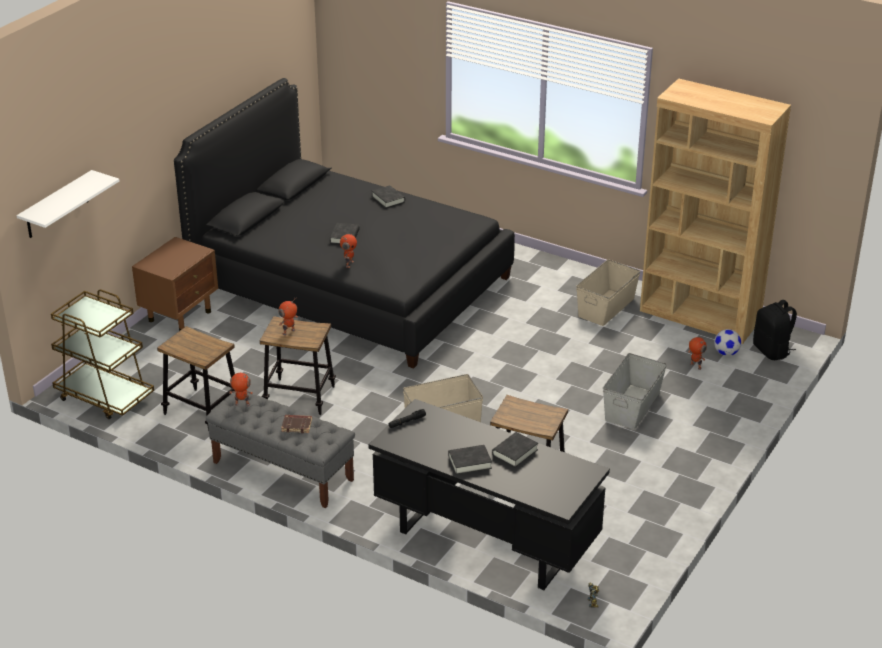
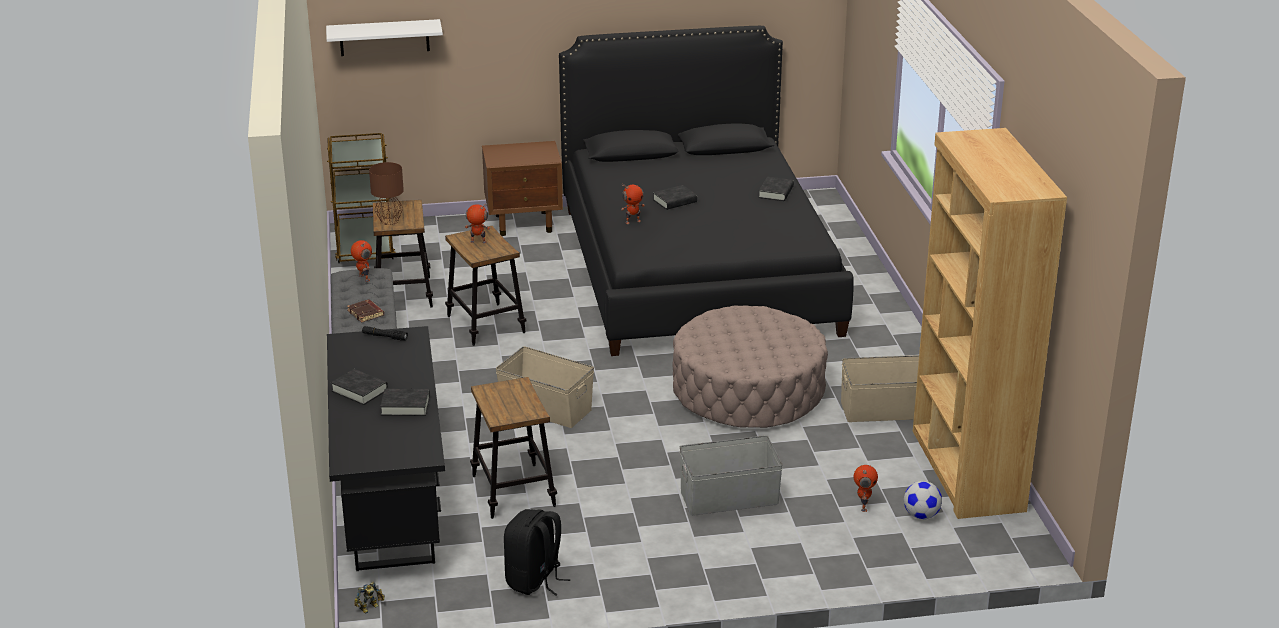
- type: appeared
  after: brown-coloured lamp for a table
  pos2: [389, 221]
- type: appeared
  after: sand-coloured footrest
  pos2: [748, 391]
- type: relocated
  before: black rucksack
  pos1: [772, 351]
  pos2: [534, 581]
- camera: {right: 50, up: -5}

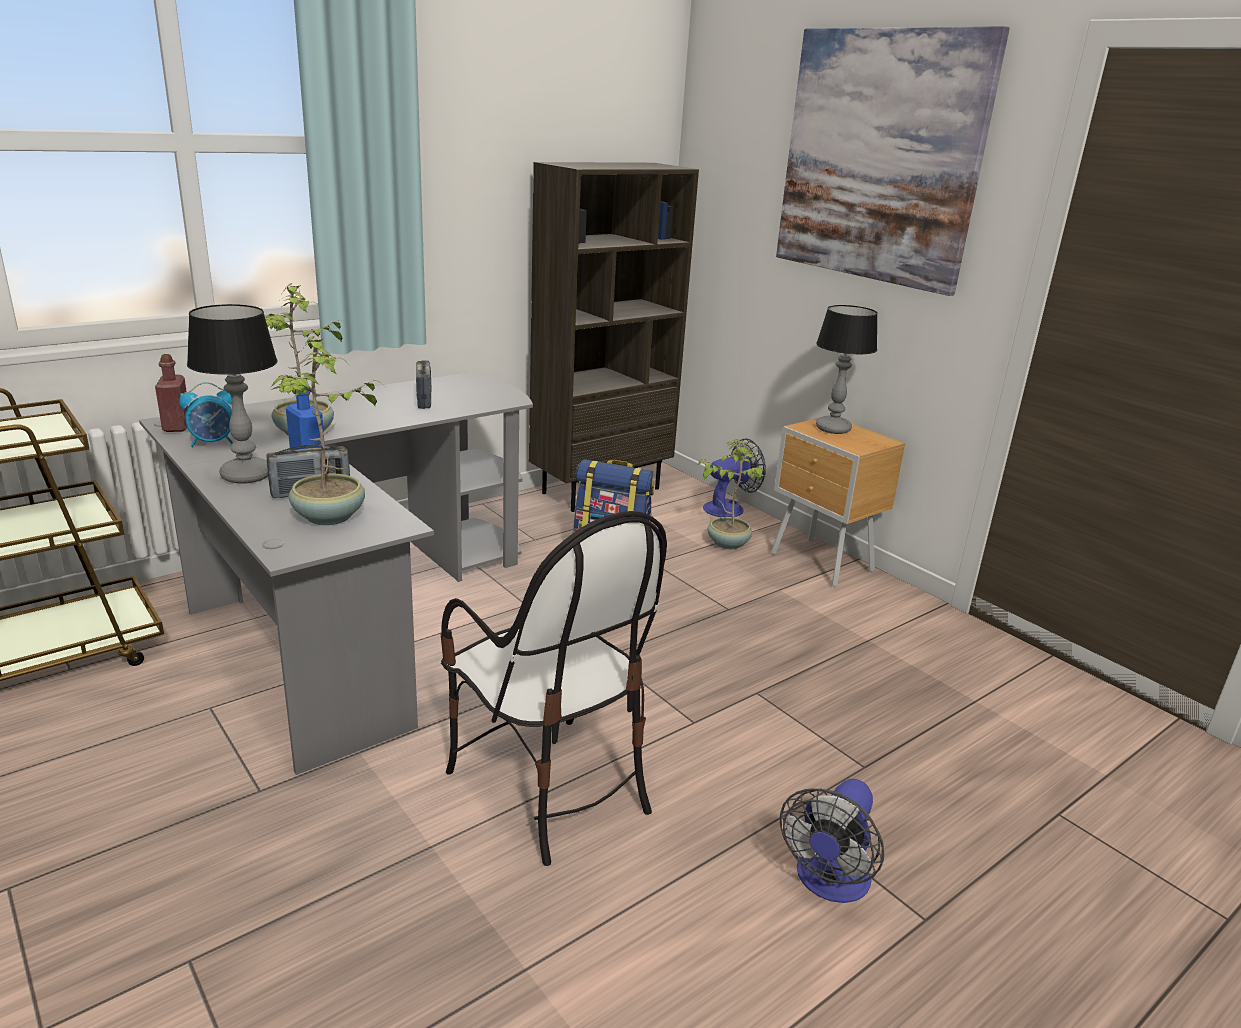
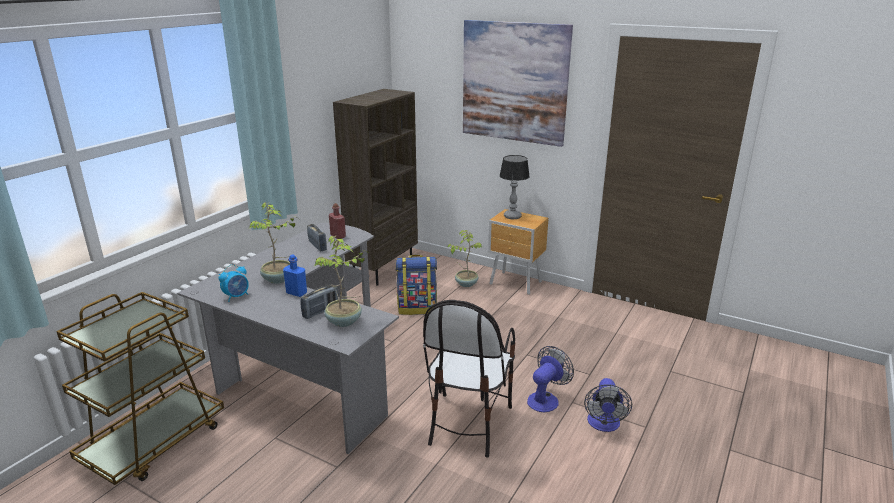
- type: missing
  before: lamp for a table
  pos1: [245, 476]
- type: relocated
  before: red-coloured drink bottle
  pos1: [176, 426]
  pos2: [338, 236]
- type: relocated
  before: fan
  pos1: [729, 508]
  pos2: [546, 399]
- type: spun
  before: chair
  pos1: [549, 787]
  pos2: [467, 423]
  turn: 75
- camera: {right: -20, up: 0}

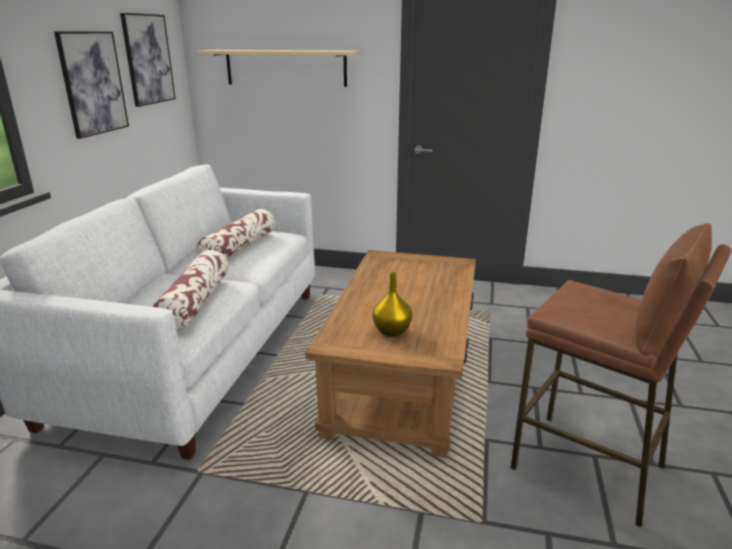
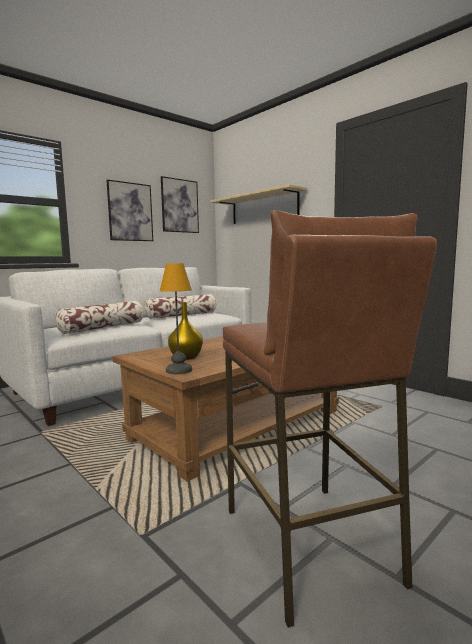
- type: appeared
  after: lamp for a table
  pos2: [179, 370]
- camera: {right: 35, up: -15}

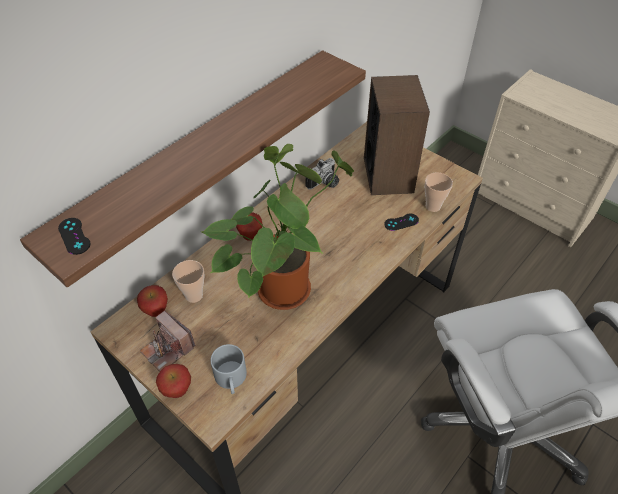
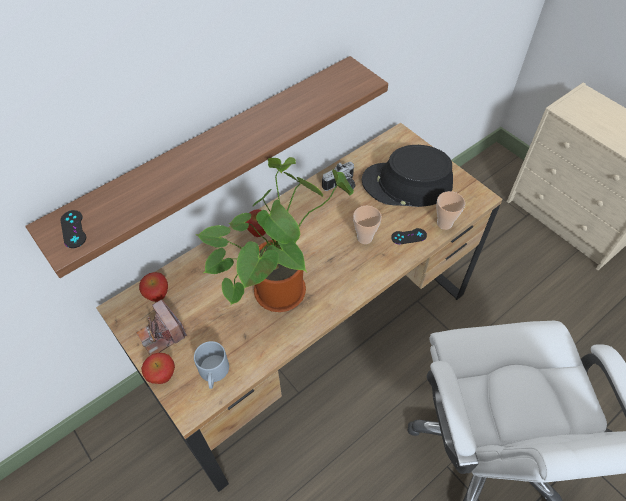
- type: relocated
  before: small cup
  pos1: [194, 295]
  pos2: [364, 238]
- type: exchanged
  before: loudspeaker
  after: black clothing hat
  pos1: [388, 174]
  pos2: [407, 184]
- camera: {right: 10, up: 5}

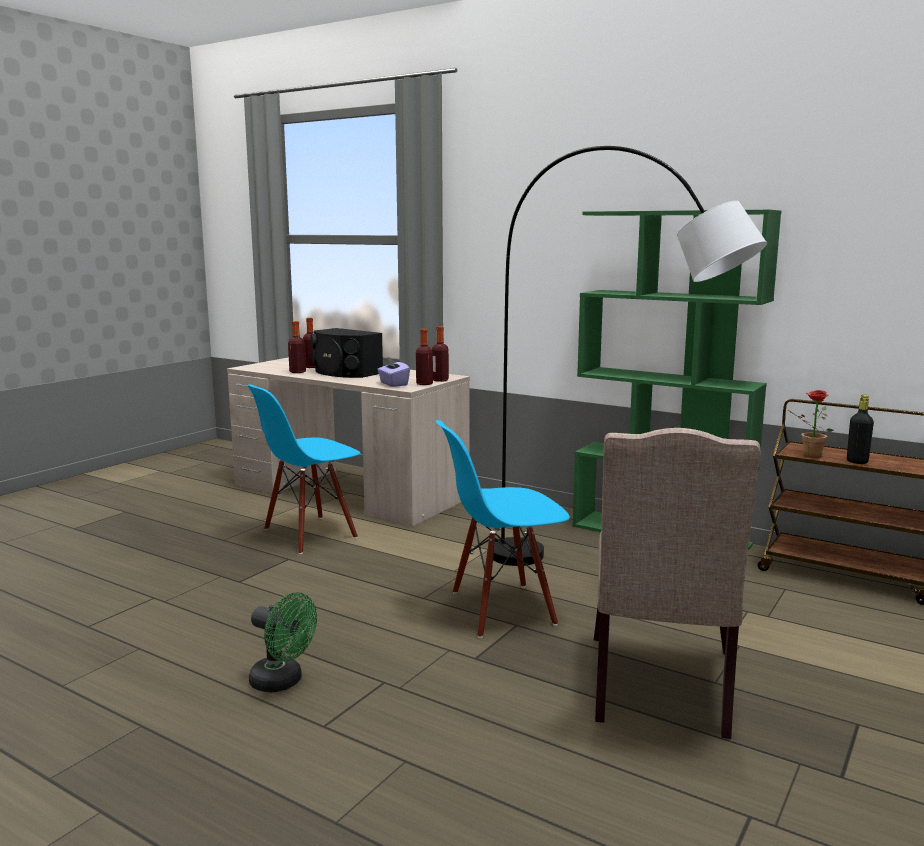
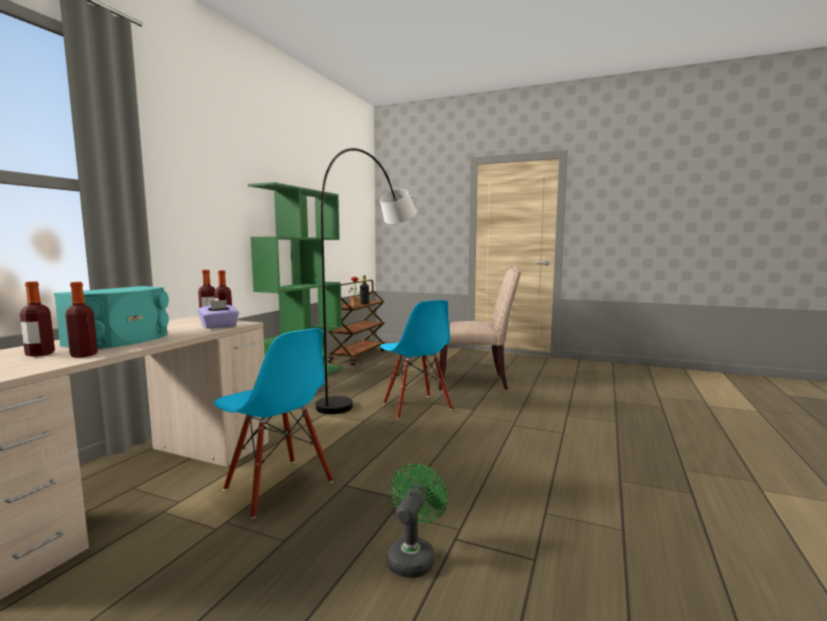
- type: relocated
  before: green-coloured fan
  pos1: [283, 682]
  pos2: [413, 556]
- type: colour
  before: black loudspeaker
  after: turquoise loudspeaker
  pos1: [344, 372]
  pos2: [120, 340]
- camera: {right: -100, up: -5}

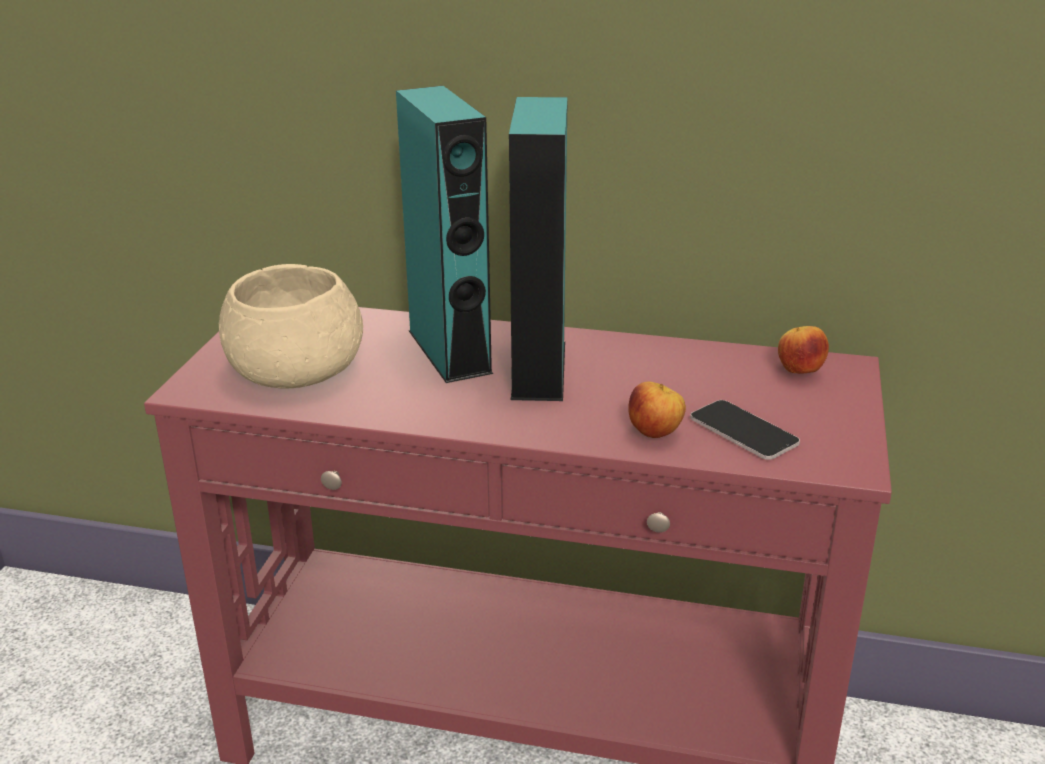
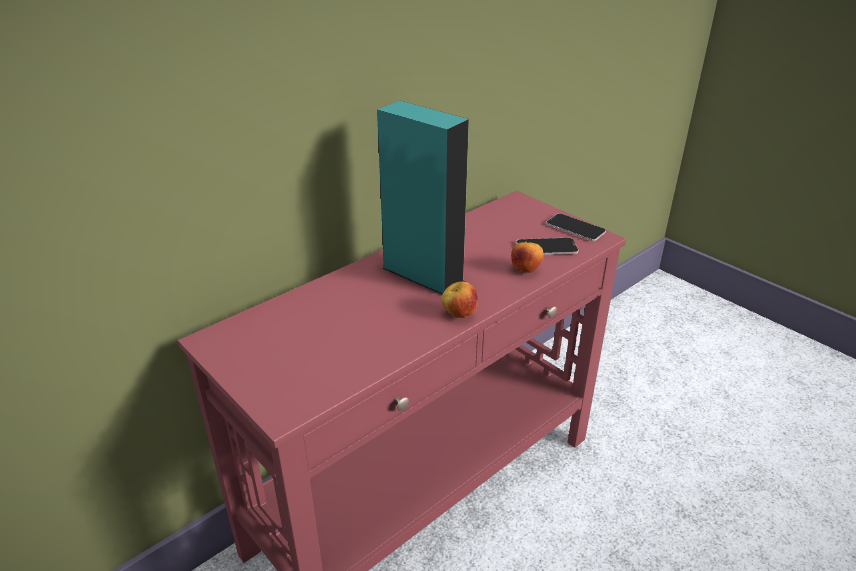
- type: missing
  before: sand-coloured deep dish
  pos1: [297, 371]
- type: missing
  before: turquoise loudspeaker
  pos1: [449, 351]
- type: appeared
  after: phone
  pos2: [575, 228]
- type: relocated
  before: whole apple
  pos1: [799, 372]
  pos2: [459, 314]
- camera: {right: -55, up: 5}

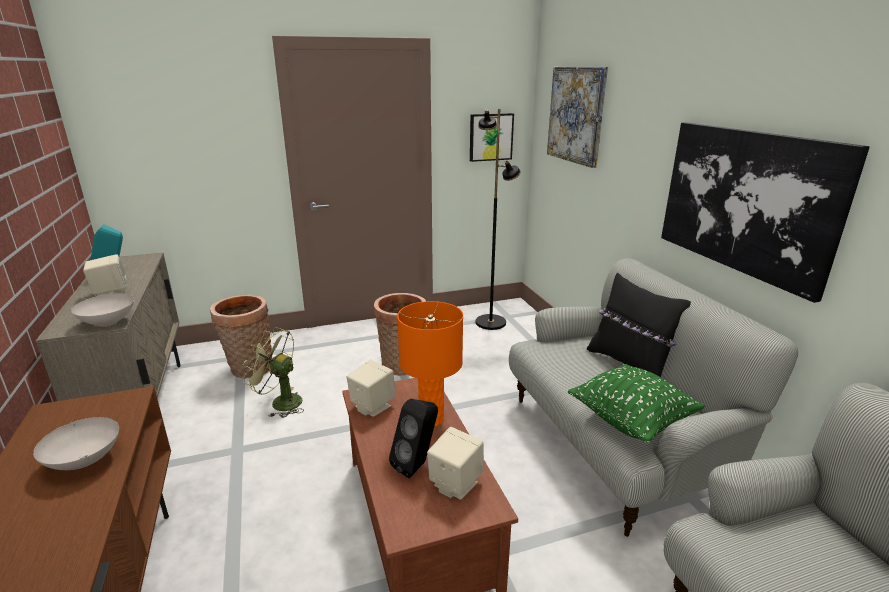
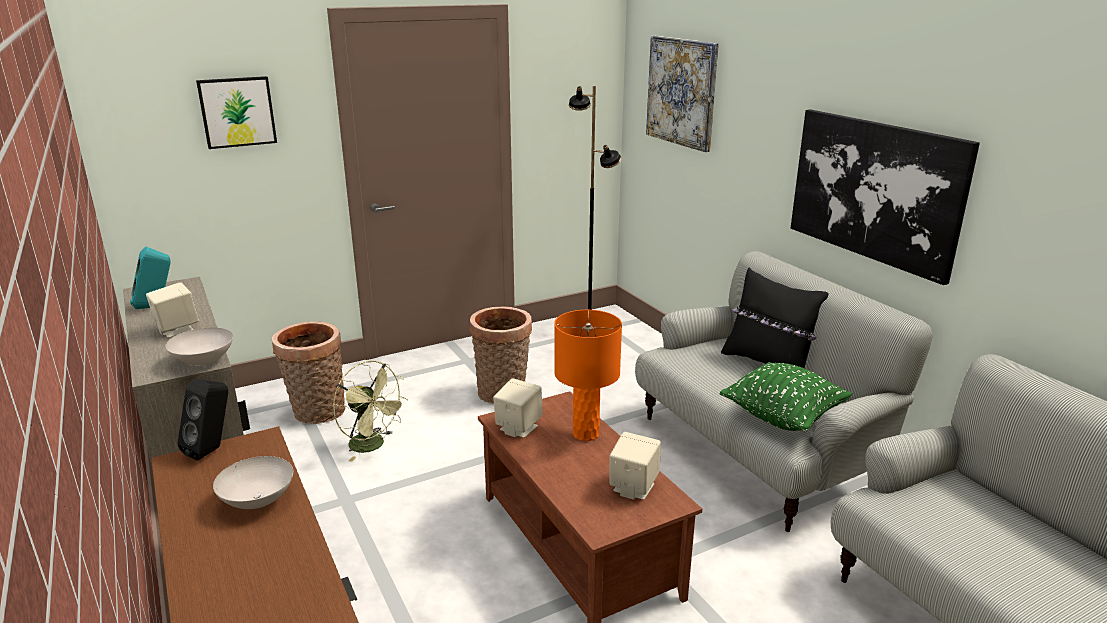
- type: relocated
  before: black loudspeaker
  pos1: [417, 465]
  pos2: [212, 450]
- type: relocated
  before: wall picture
  pos1: [490, 137]
  pos2: [237, 112]
- type: spun
  before: green-coloured fan
  pos1: [280, 402]
  pos2: [373, 446]
  turn: -150
- camera: {right: -10, up: 0}

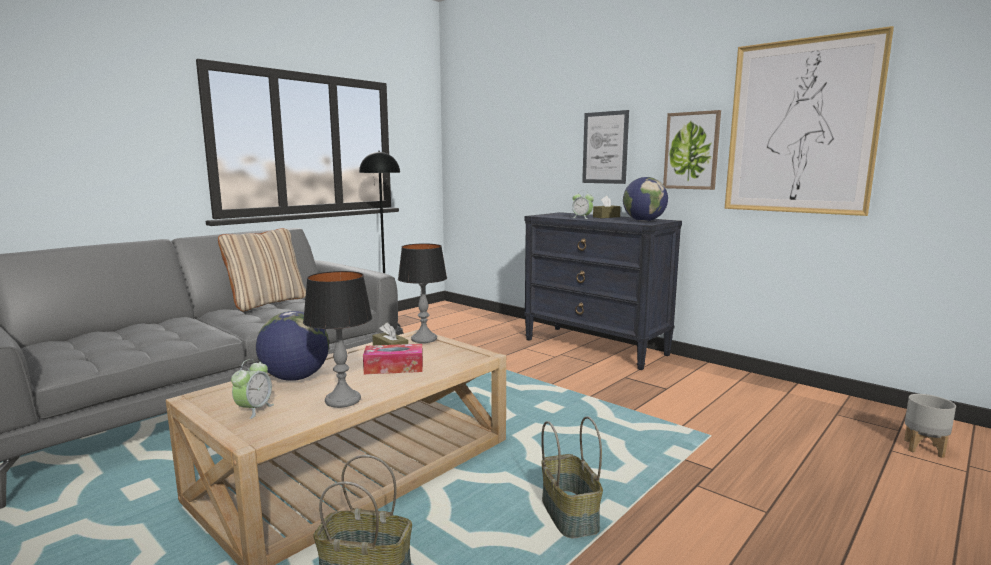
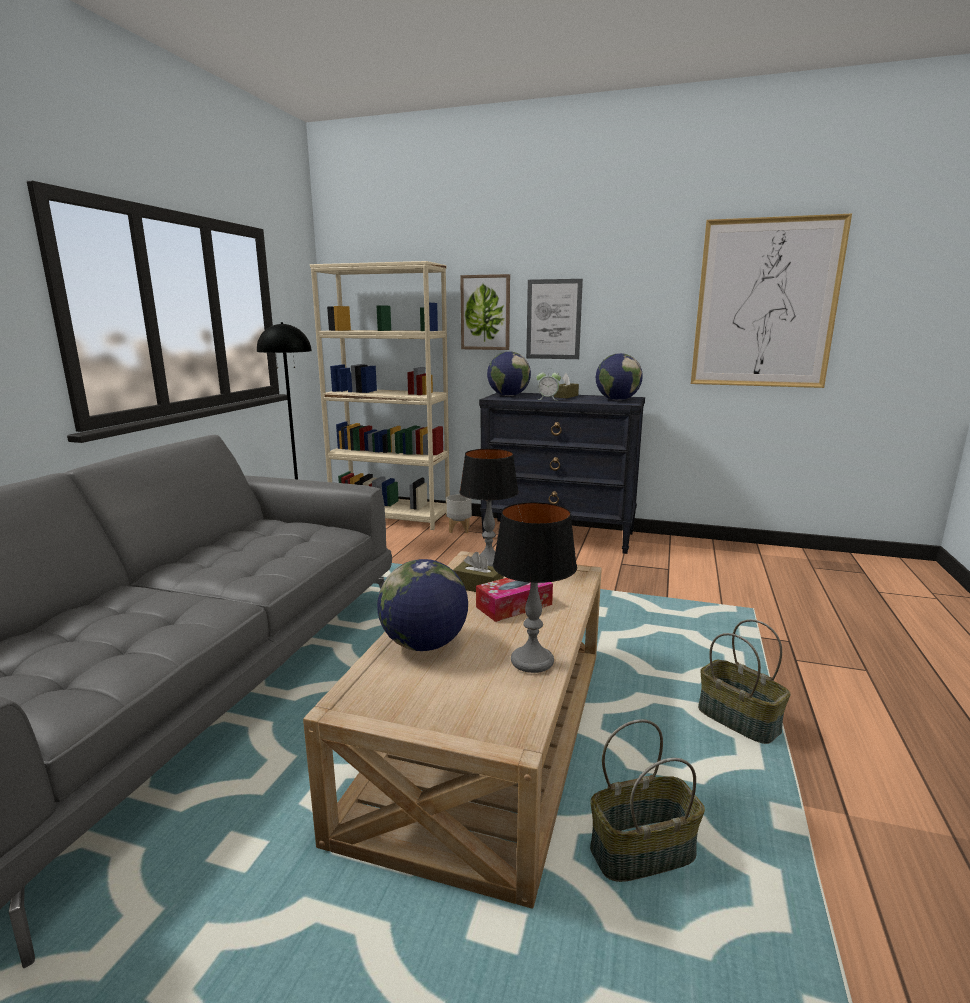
- type: missing
  before: sand-coloured pillow
  pos1: [267, 303]
- type: missing
  before: table clock
  pos1: [254, 410]
- type: appeared
  after: sand-coloured shelving unit
  pos2: [391, 517]
- type: appeared
  after: globe
  pos2: [508, 396]
- type: relocated
  before: wall picture
  pos1: [691, 150]
  pos2: [485, 312]
- type: relocated
  before: grey plant pot
  pos1: [923, 448]
  pos2: [459, 529]
- camera: {right: -25, up: 5}

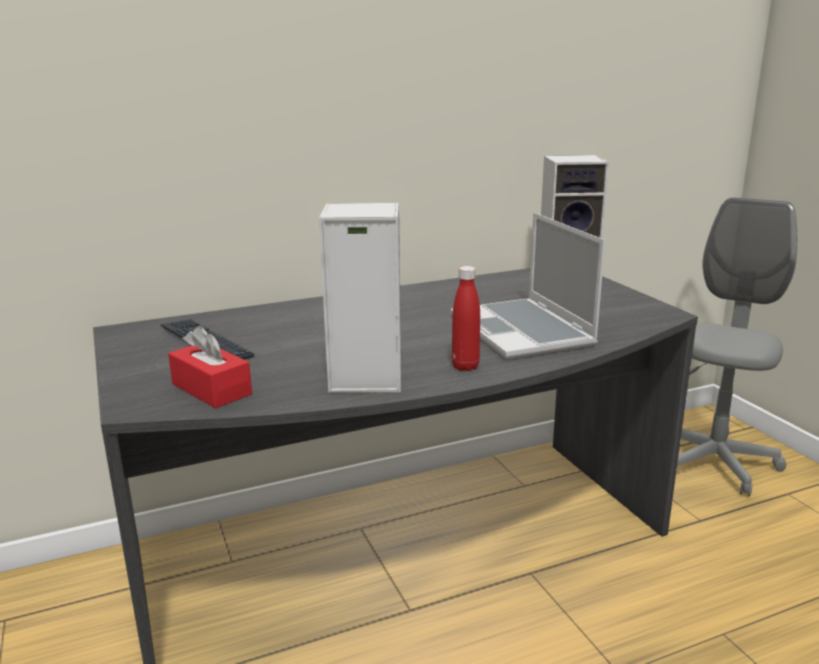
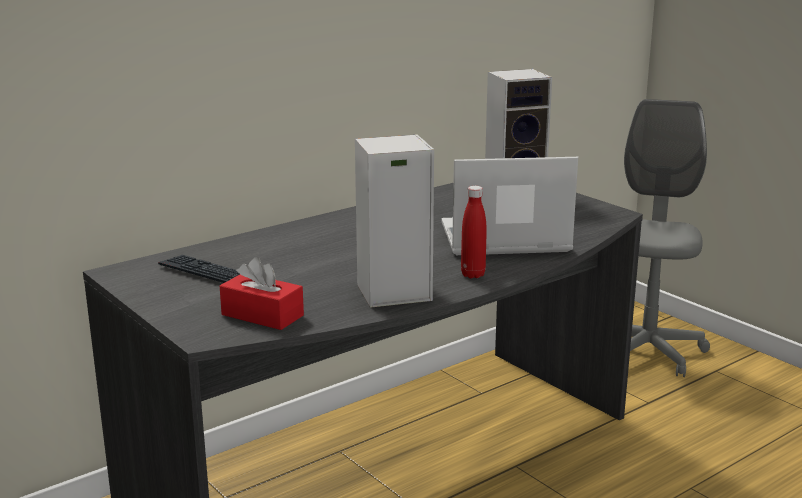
- type: spun
  before: portable computer
  pos1: [523, 331]
  pos2: [503, 239]
  turn: 120
- camera: {right: -15, up: 0}

